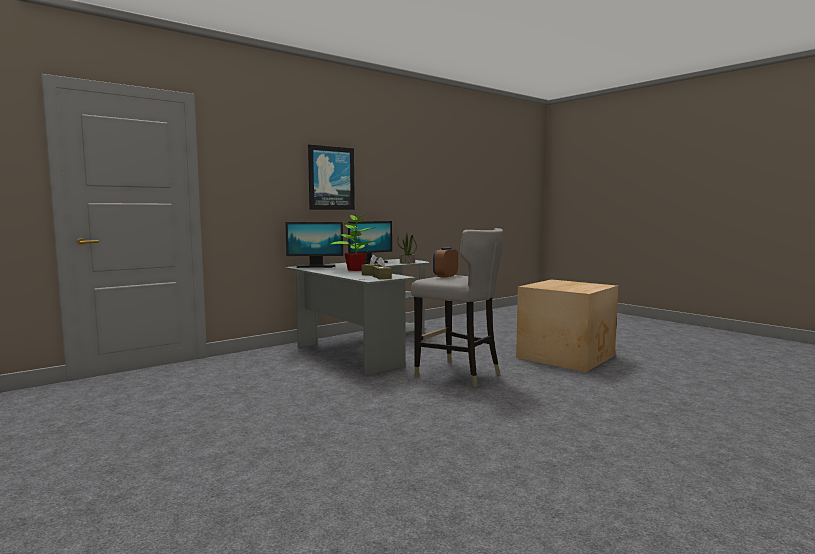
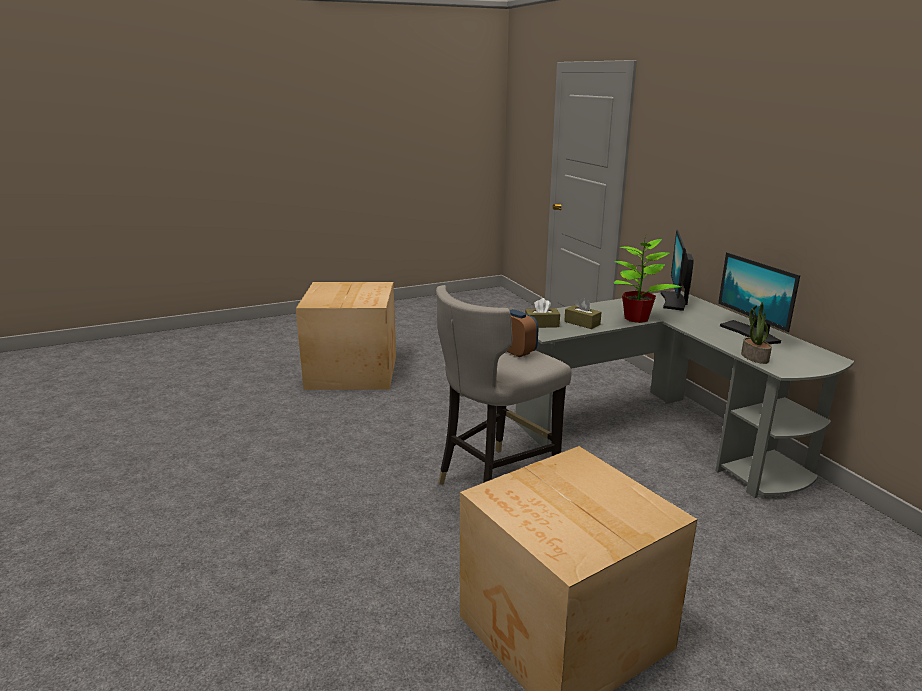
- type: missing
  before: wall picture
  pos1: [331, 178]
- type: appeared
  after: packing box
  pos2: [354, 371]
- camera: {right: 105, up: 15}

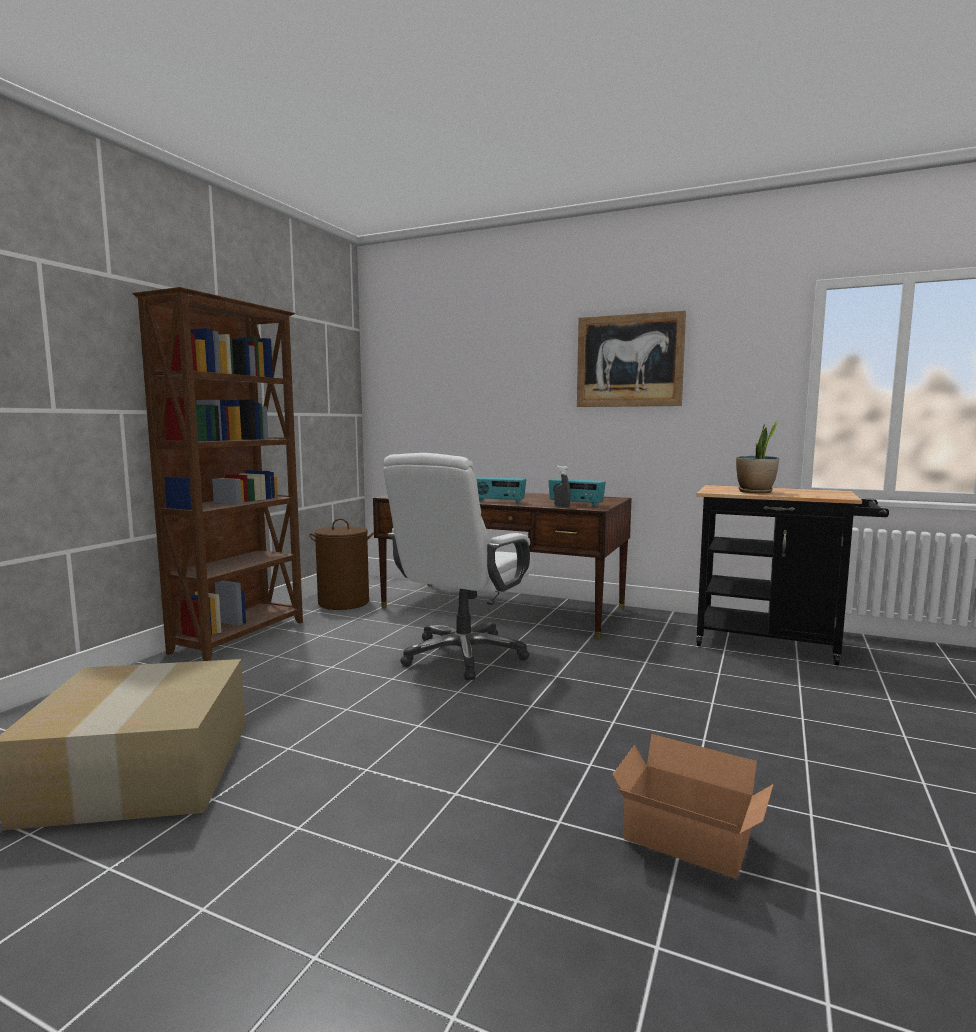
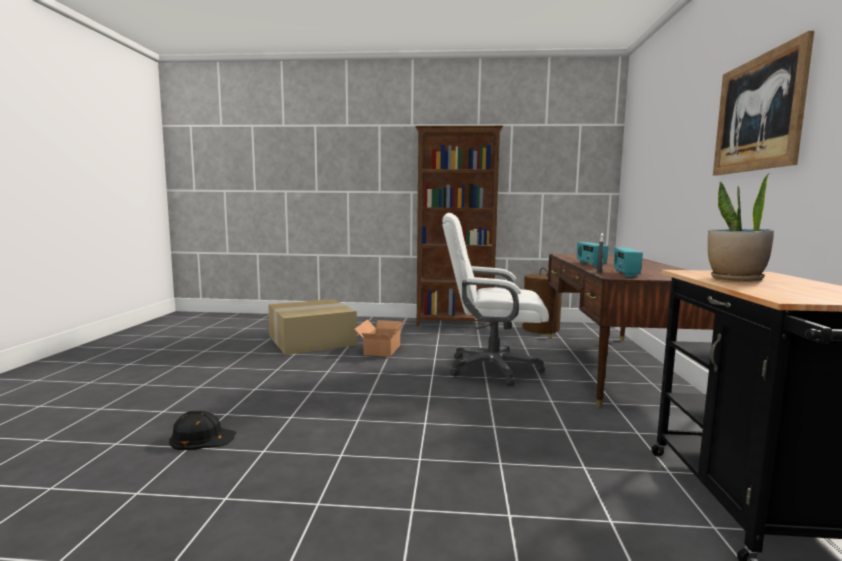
- type: appeared
  after: black hard hat
  pos2: [202, 438]
- type: relocated
  before: packing box
  pos1: [688, 841]
  pos2: [380, 350]
- camera: {right: 70, up: 0}

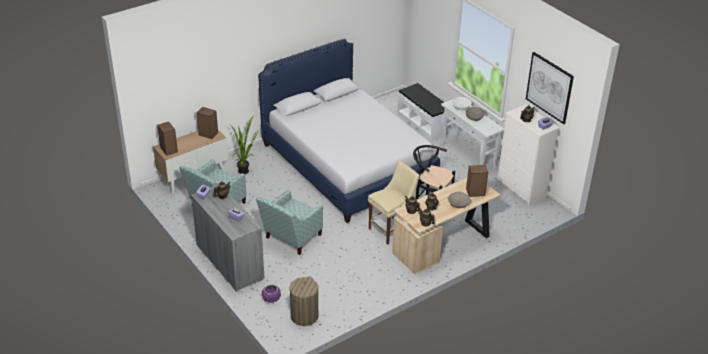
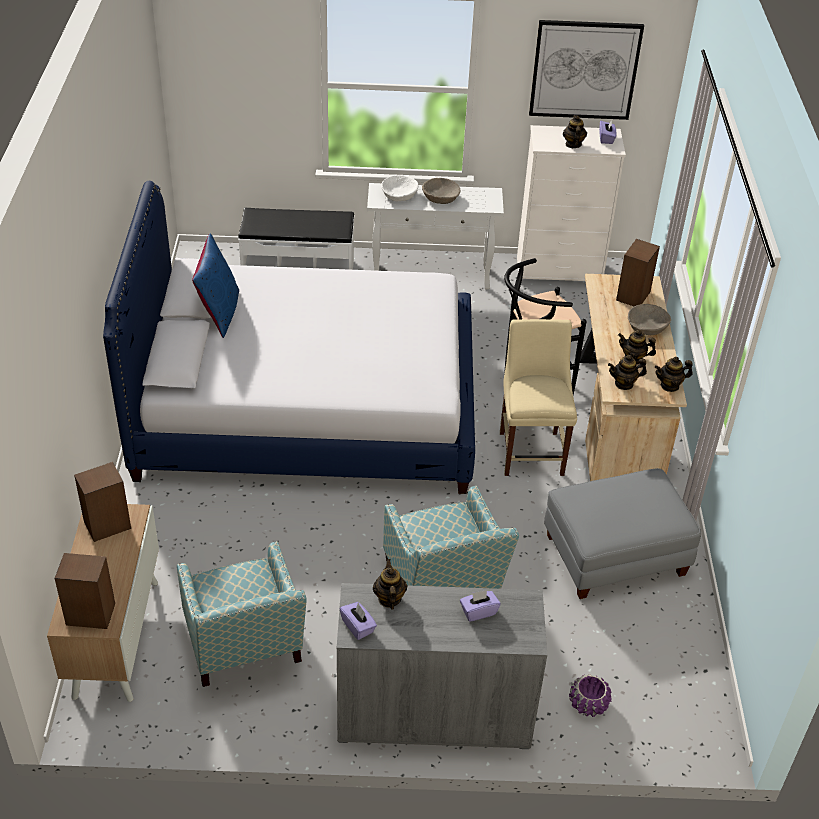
- type: missing
  before: potted plant
  pos1: [246, 171]
- type: missing
  before: laundry basket
  pos1: [304, 316]
- type: appeared
  after: blue pillow
  pos2: [219, 312]
- type: appeared
  after: grey footrest
  pos2: [615, 556]
- camera: {right: -55, up: 5}

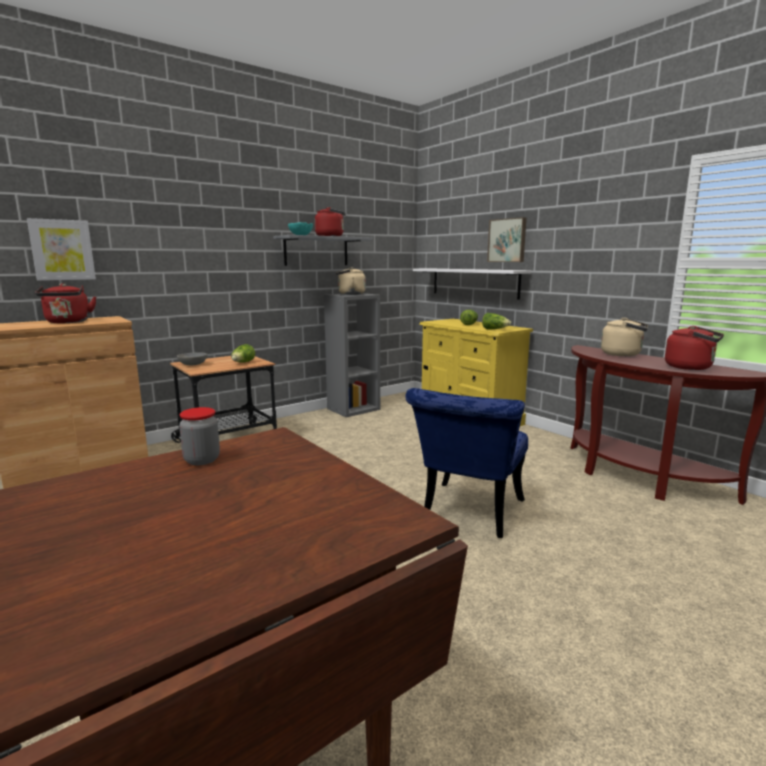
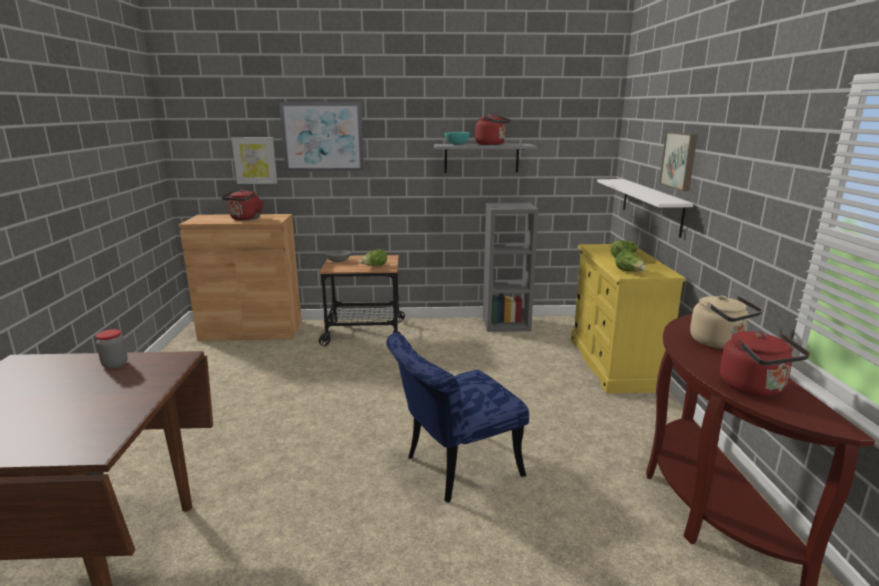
- type: missing
  before: sand-coloured tea kettle
  pos1: [349, 294]
- type: appeared
  after: wall picture
  pos2: [322, 137]
- camera: {right: 35, up: 5}

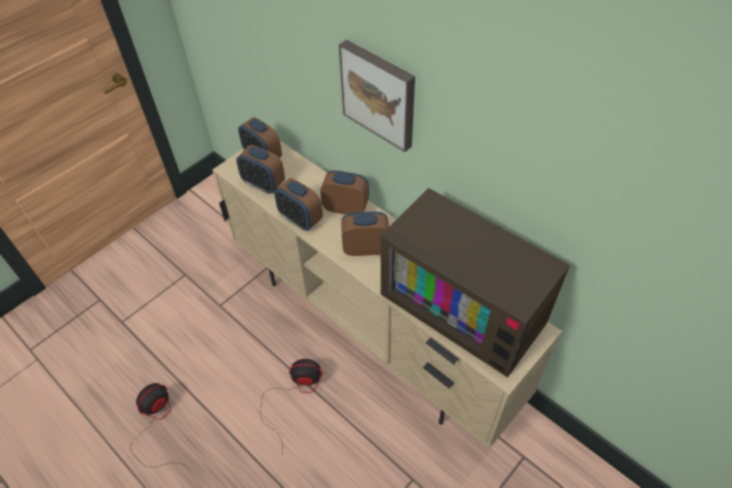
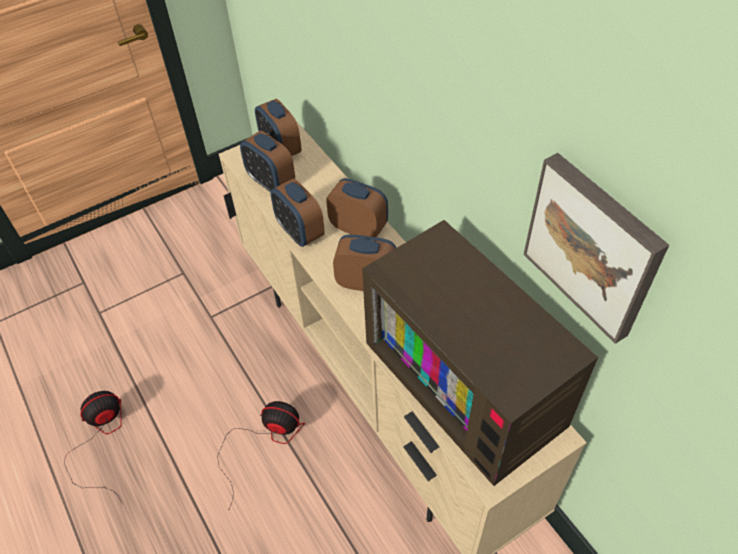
- type: relocated
  before: wall picture
  pos1: [379, 94]
  pos2: [593, 246]
- camera: {right: 15, up: 0}

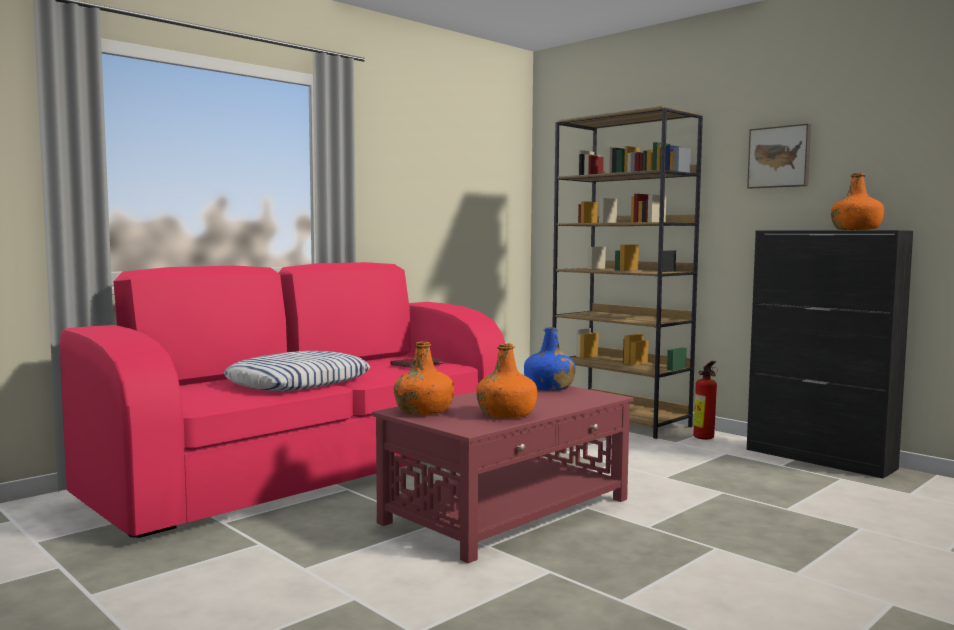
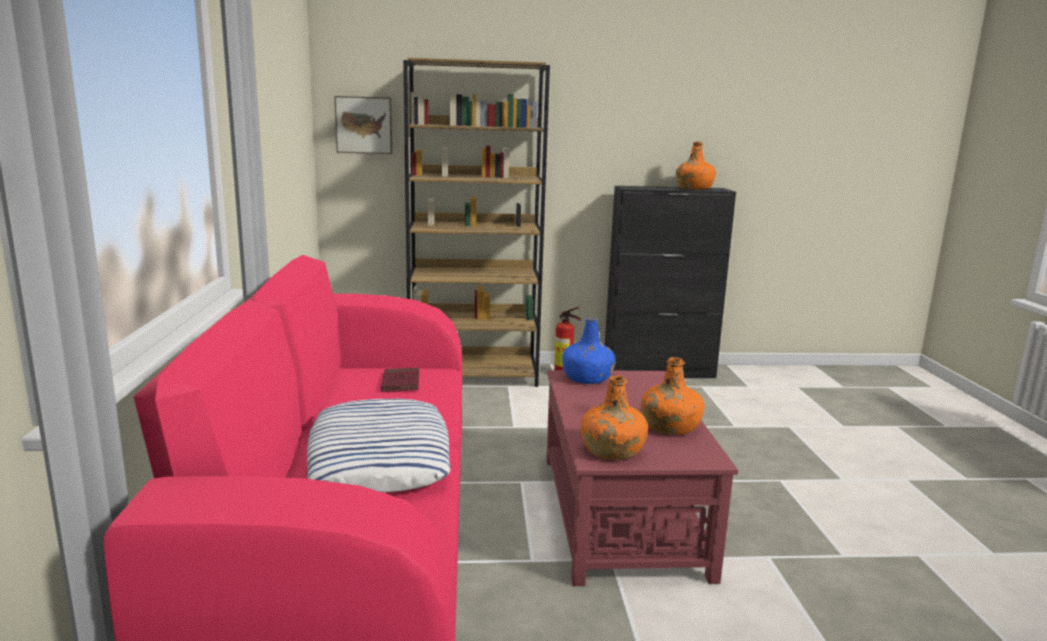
- type: relocated
  before: wall picture
  pos1: [780, 157]
  pos2: [364, 125]
- camera: {right: -50, up: 10}

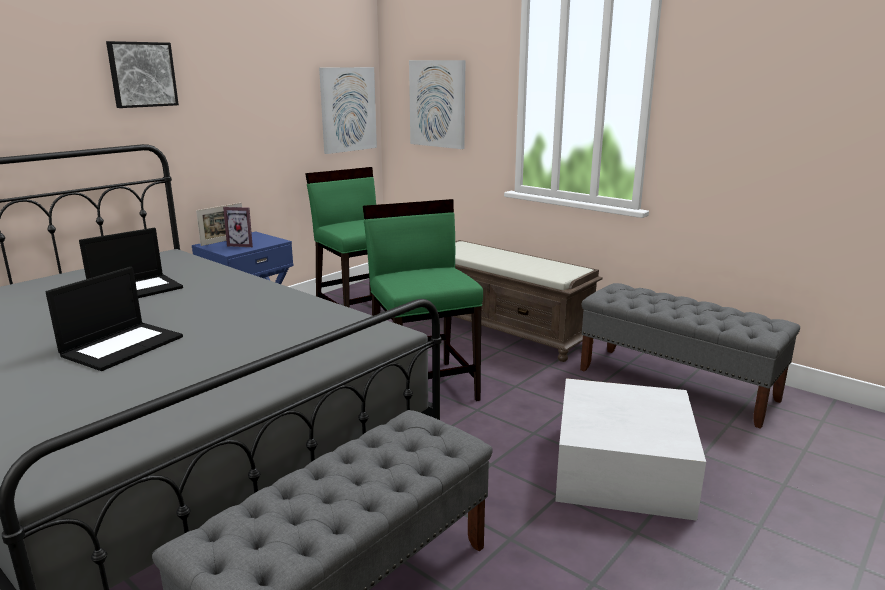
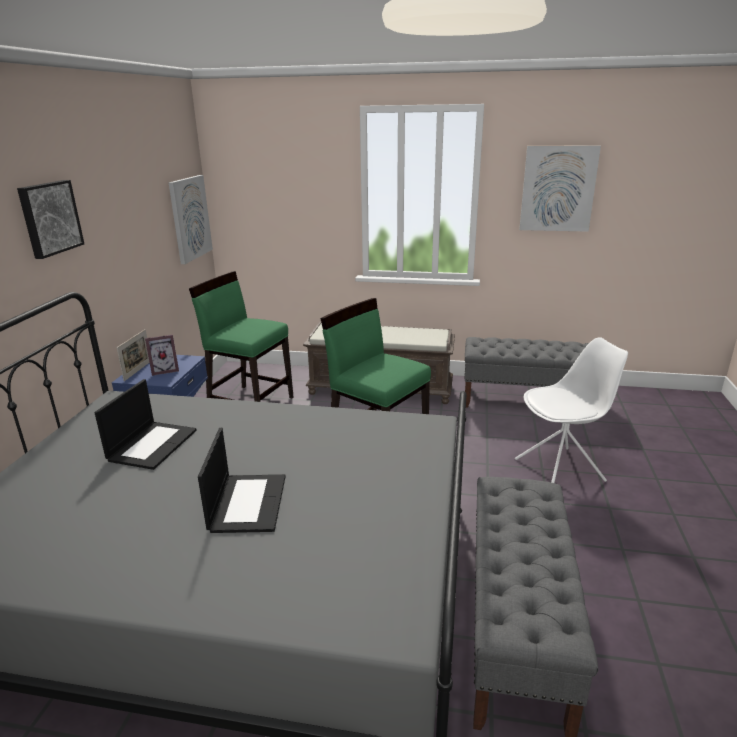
- type: relocated
  before: wall picture
  pos1: [438, 104]
  pos2: [558, 189]
- type: exchanged
  before: white storage box
  after: white chair
  pos1: [622, 468]
  pos2: [560, 470]
- camera: {right: -30, up: 5}

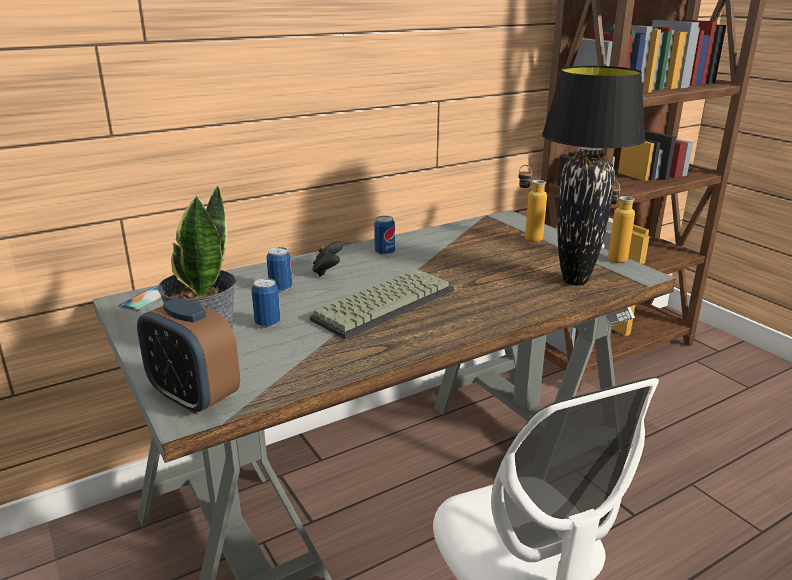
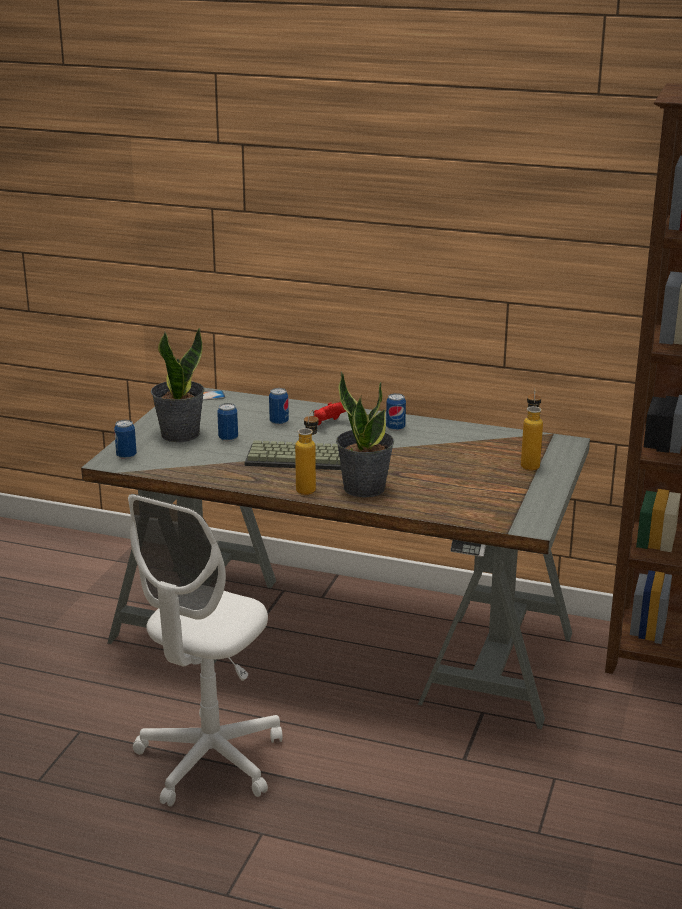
- type: missing
  before: black lamp for a table
  pos1: [575, 281]
- type: appeared
  after: potted plant
  pos2: [364, 487]
- type: relocated
  before: drink bottle
  pos1: [611, 257]
  pos2: [308, 487]
- type: exchanged
  before: table clock
  after: metal can
  pos1: [194, 397]
  pos2: [126, 456]
- type: colour
  before: black game controller
  after: red-coloured game controller
  pos1: [328, 271]
  pos2: [329, 424]
- camera: {right: 50, up: 0}

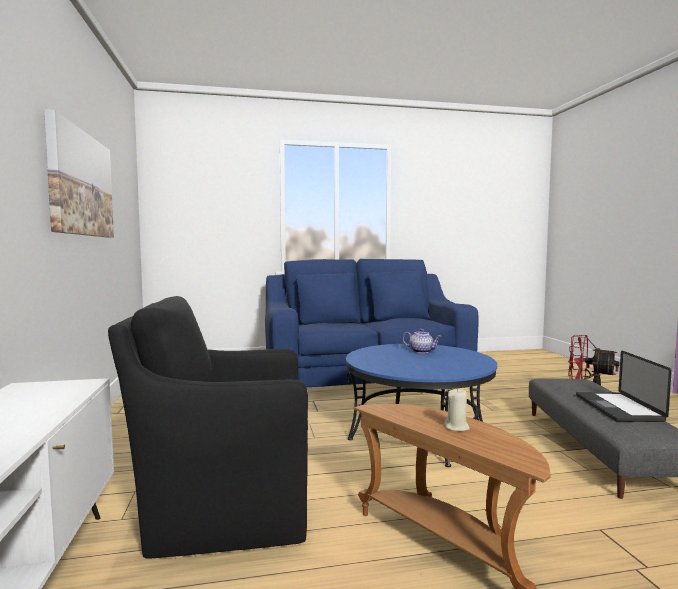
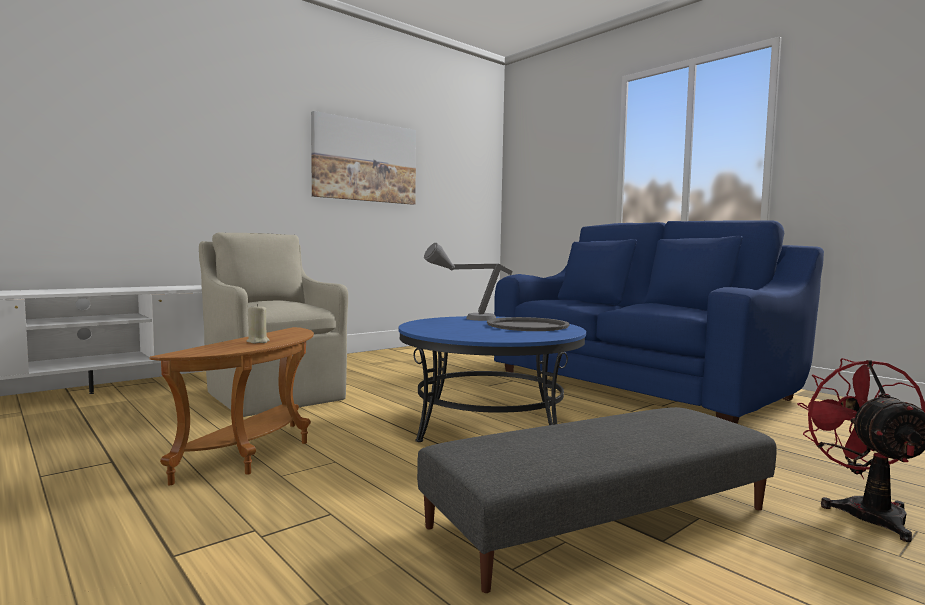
- type: missing
  before: portable computer
  pos1: [617, 408]
- type: appeared
  after: grey lamp for a table
  pos2: [467, 319]
- type: exchanged
  before: teapot
  after: grey serving tray
  pos1: [421, 351]
  pos2: [527, 326]
- type: colour
  before: black lounge chair
  after: sand-coloured lounge chair
  pos1: [224, 509]
  pos2: [274, 395]
- camera: {right: 60, up: 0}

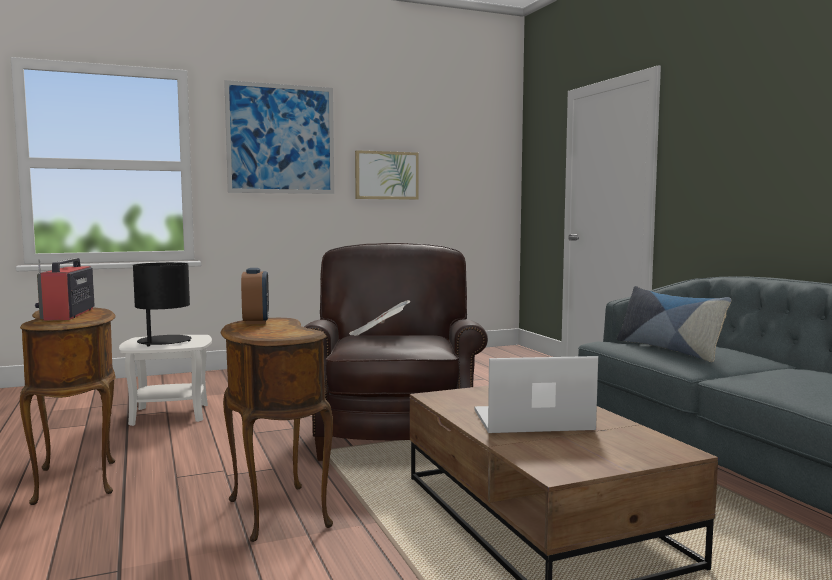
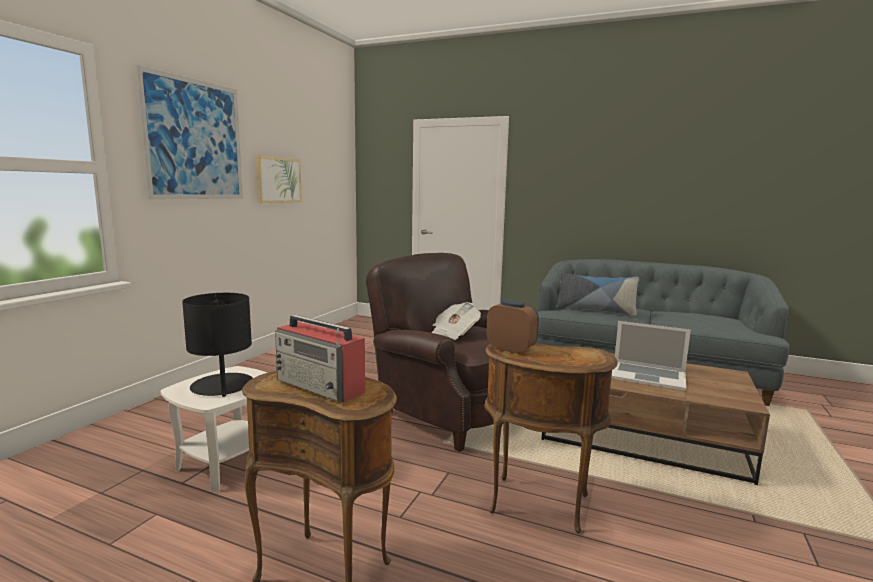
- type: spun
  before: portable computer
  pos1: [532, 420]
  pos2: [647, 375]
  turn: -105
- camera: {right: -45, up: 5}

